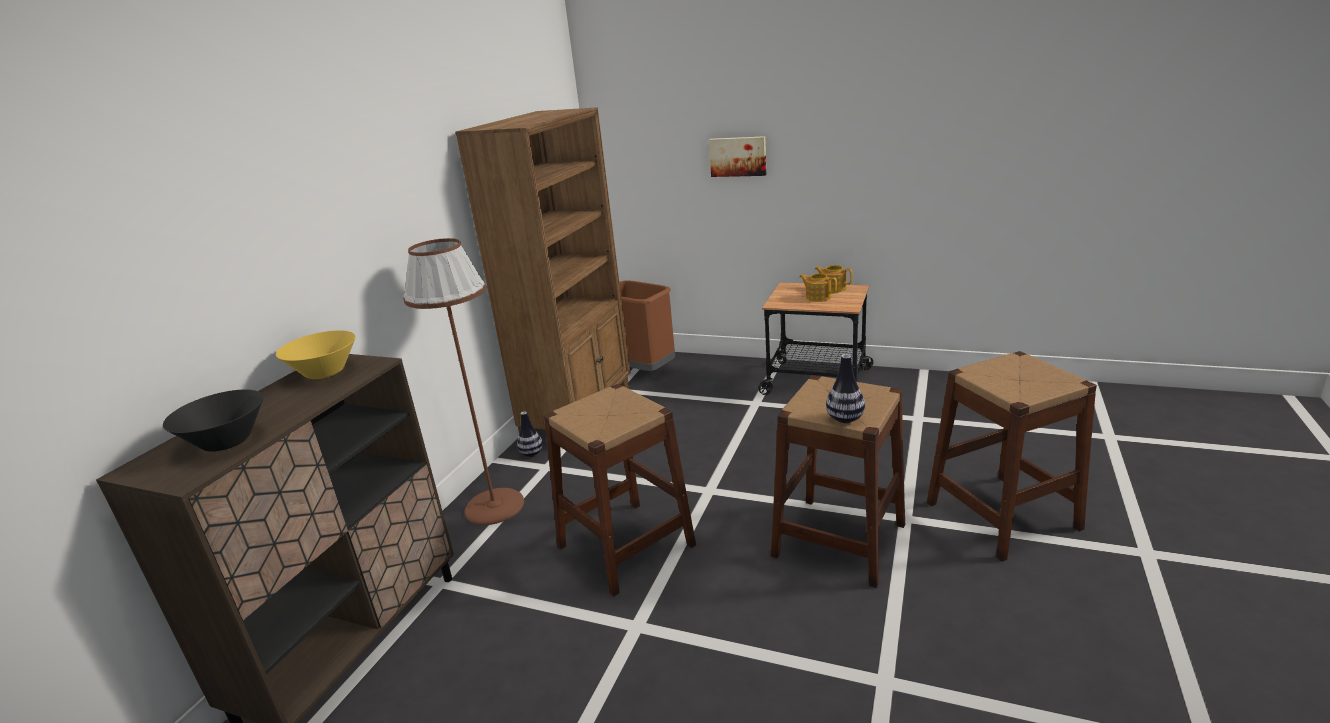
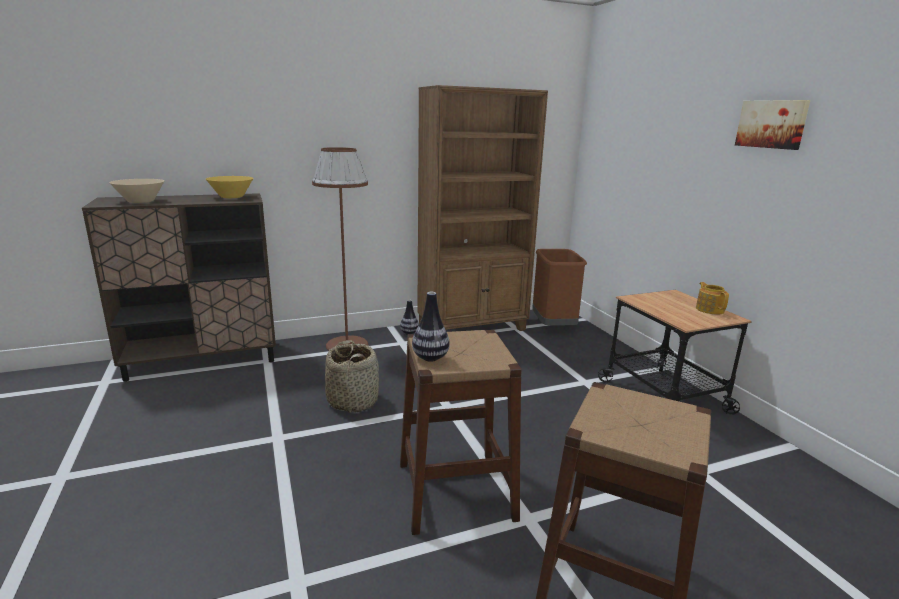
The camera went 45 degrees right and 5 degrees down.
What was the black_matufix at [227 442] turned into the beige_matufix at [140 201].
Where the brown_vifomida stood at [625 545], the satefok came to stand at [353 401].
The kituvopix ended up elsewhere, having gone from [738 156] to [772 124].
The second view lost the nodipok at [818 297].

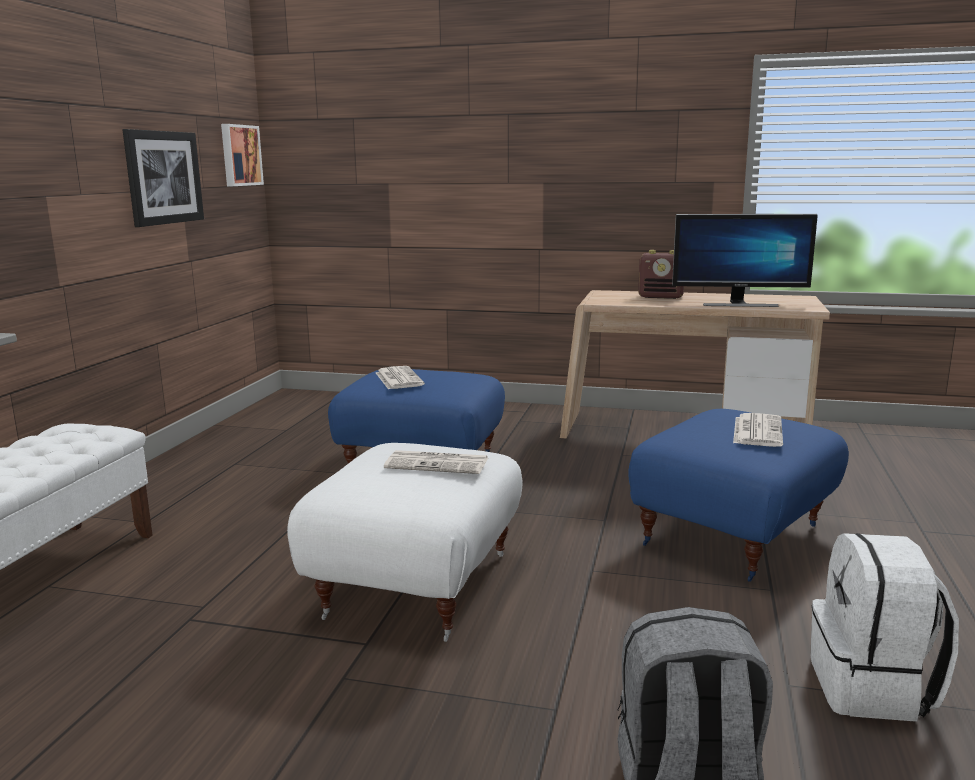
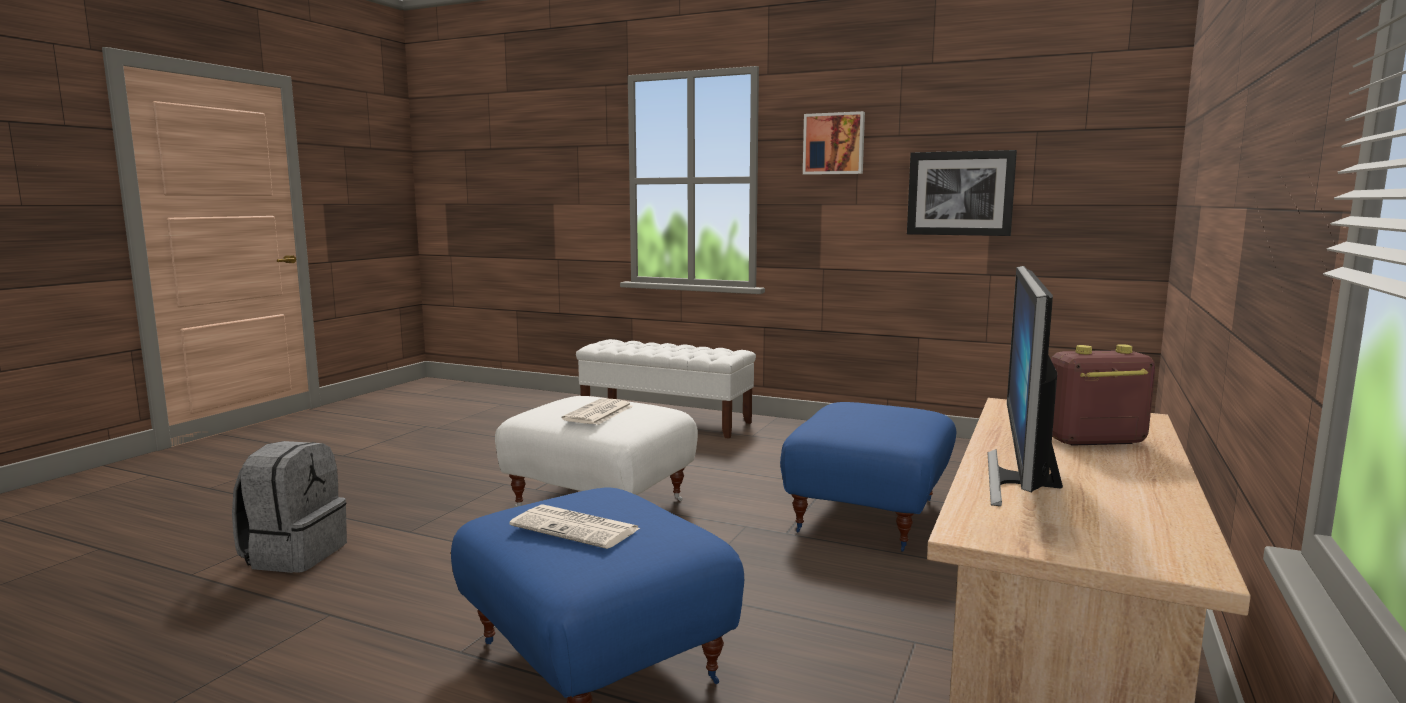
The camera went 100 degrees right and 5 degrees down.
The kituvopix ended up elsewhere, having gone from [240 155] to [834 143].
The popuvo at [661 297] ended up facing another way, 60 degrees clockwise from before.
The second view lost the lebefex at [398 379].
The second view lost the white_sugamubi at [873 688].

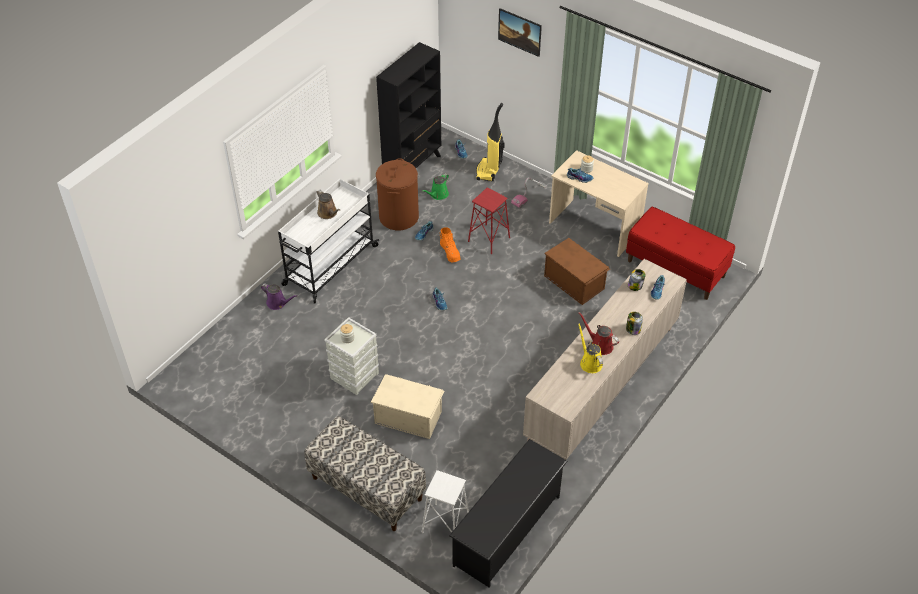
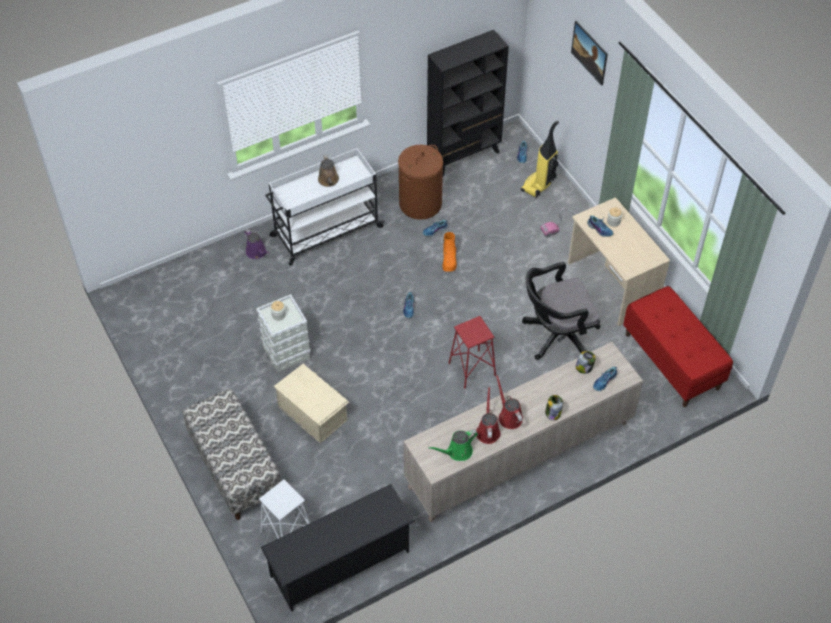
The camera went 25 degrees right and 5 degrees up.
The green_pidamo ended up elsewhere, having gone from [438 195] to [457 452].
The red_vifomida ended up elsewhere, having gone from [489 239] to [472 369].
What was the yellow_pidamo at [590 362] turned into the red_pidamo at [487 430].
Where the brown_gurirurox stood at [574 281], the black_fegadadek came to stand at [556 336].

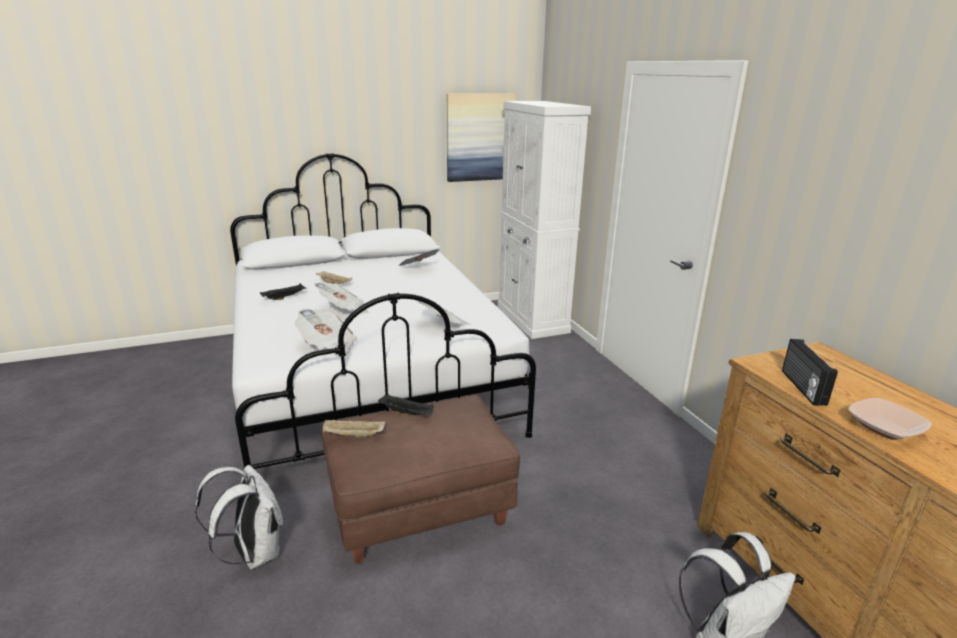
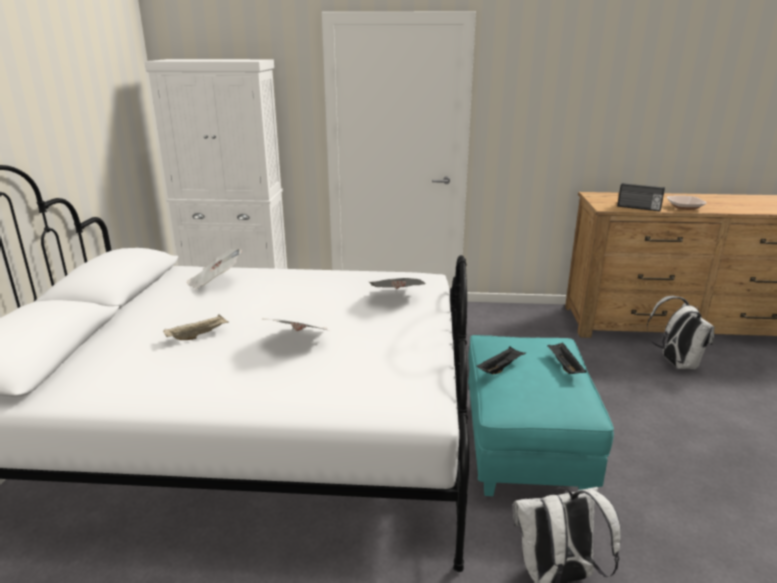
The camera went 65 degrees left and 0 degrees up.
What was the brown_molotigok at [419 510] turned into the turquoise_molotigok at [524 448].
The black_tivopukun ended up elsewhere, having gone from [285 297] to [564 366].
The second view lost the lebefex at [328 346].
The second view lost the beige_tivopukun at [353 436].
The second view lost the kituvopix at [480 137].

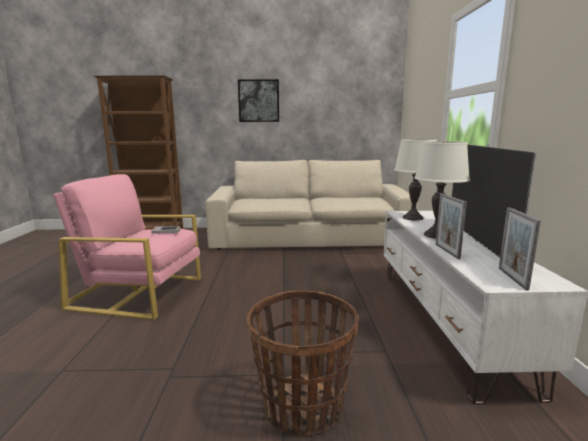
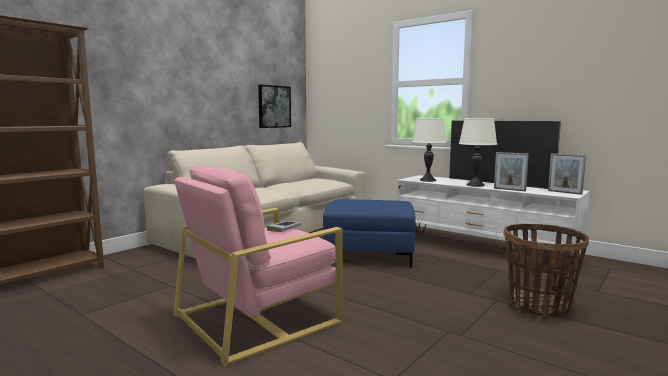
The camera went 50 degrees left and 5 degrees down.
The kituvopix ended up elsewhere, having gone from [259 101] to [274 106].
The second view gained the blue_molotigok at [369 254].

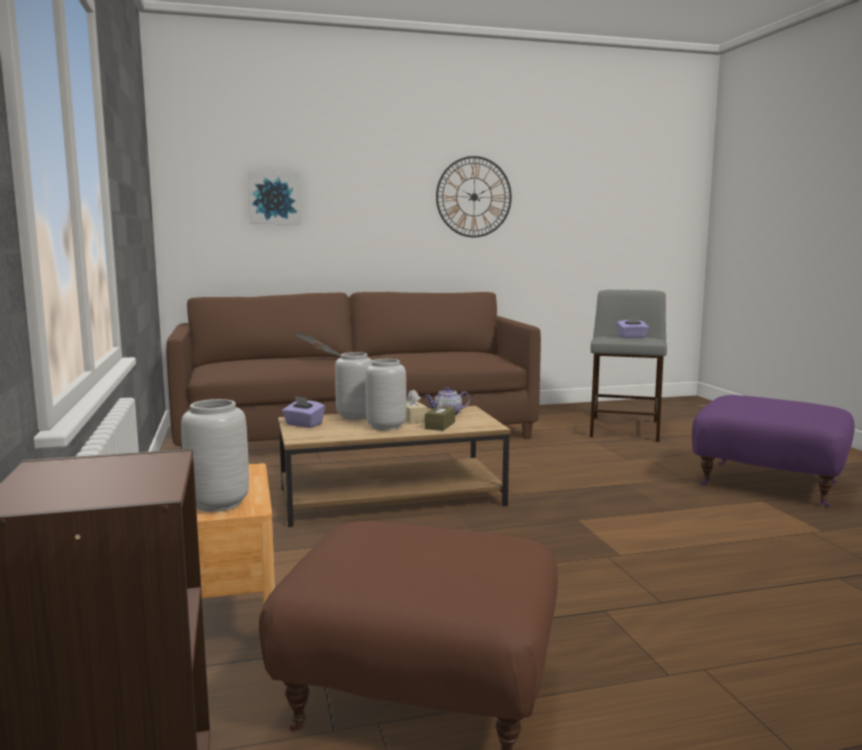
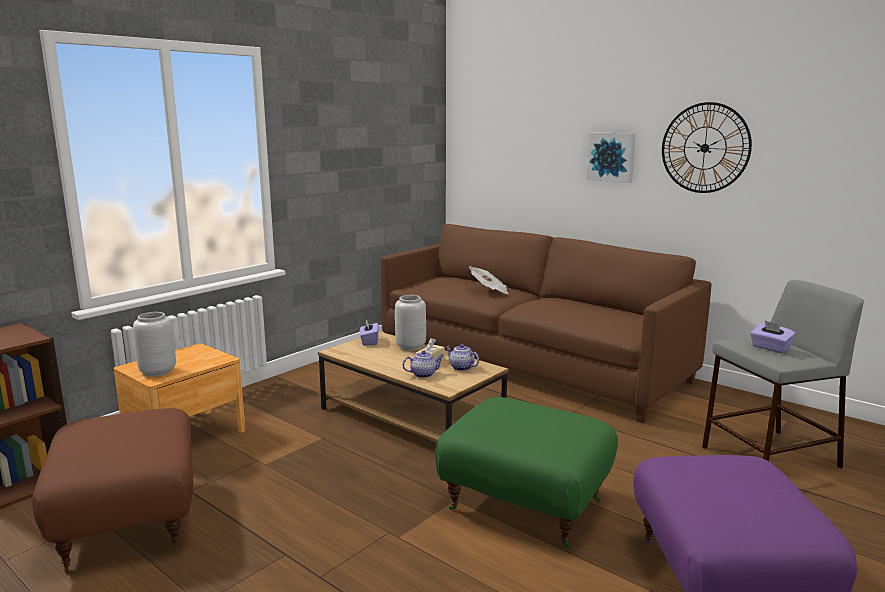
The camera went 55 degrees right and 5 degrees up.
Where the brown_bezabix stood at [440 425], the nodipok came to stand at [424 374].
The second view gained the green_molotigok at [526 504].
The kituvopix ended up elsewhere, having gone from [274 198] to [611 157].
The second view lost the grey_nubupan at [385 427].

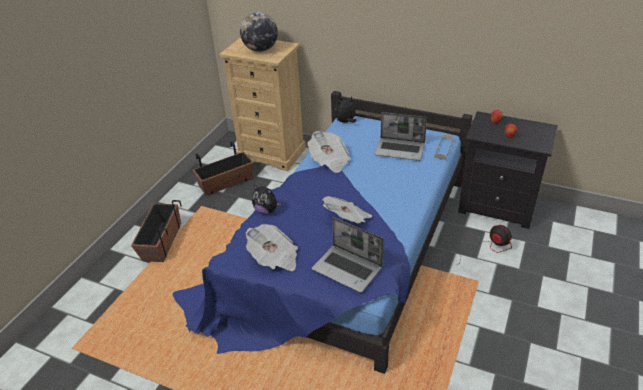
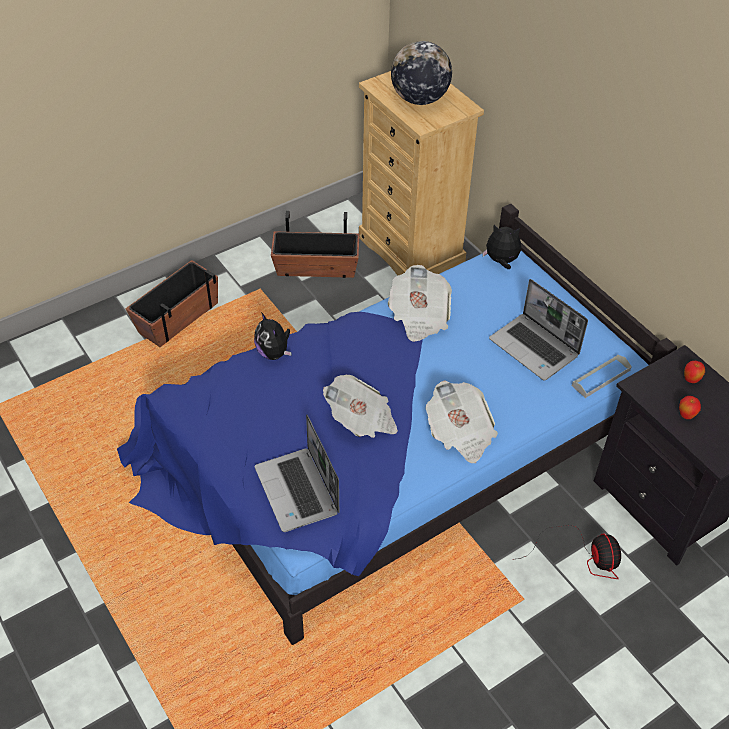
The camera went 30 degrees right and 10 degrees up.
The lebefex ended up elsewhere, having gone from [274 258] to [460 434].

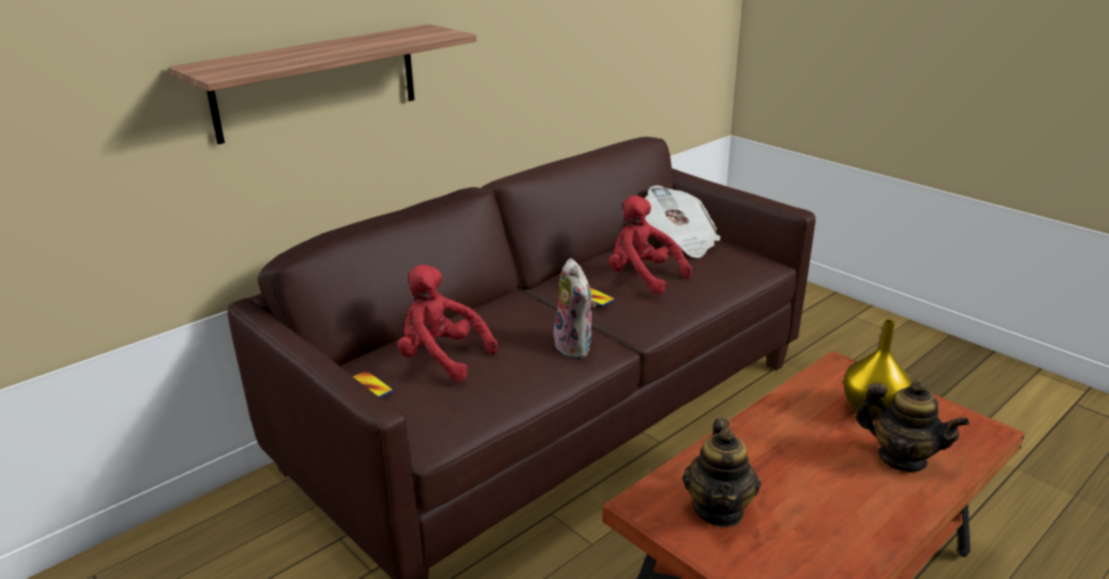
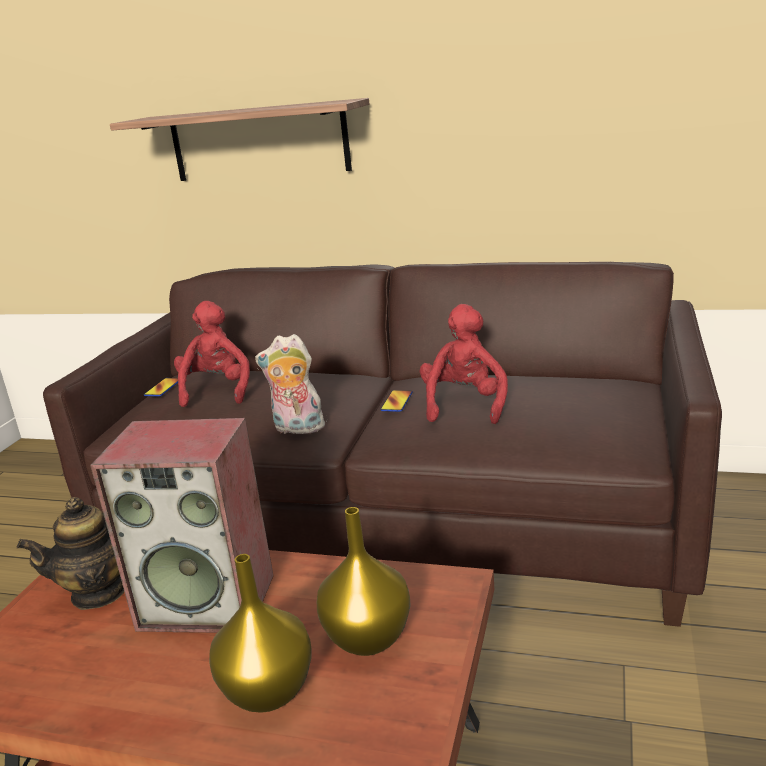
The camera went 60 degrees right and 5 degrees down.
The second view gained the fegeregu at [209 601].
Where the nodipok stood at [902 458], the yellow_nubupan came to stand at [270 690].
The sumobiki at [576 347] ended up facing another way, 60 degrees clockwise from before.
The second view lost the lebefex at [679 241].

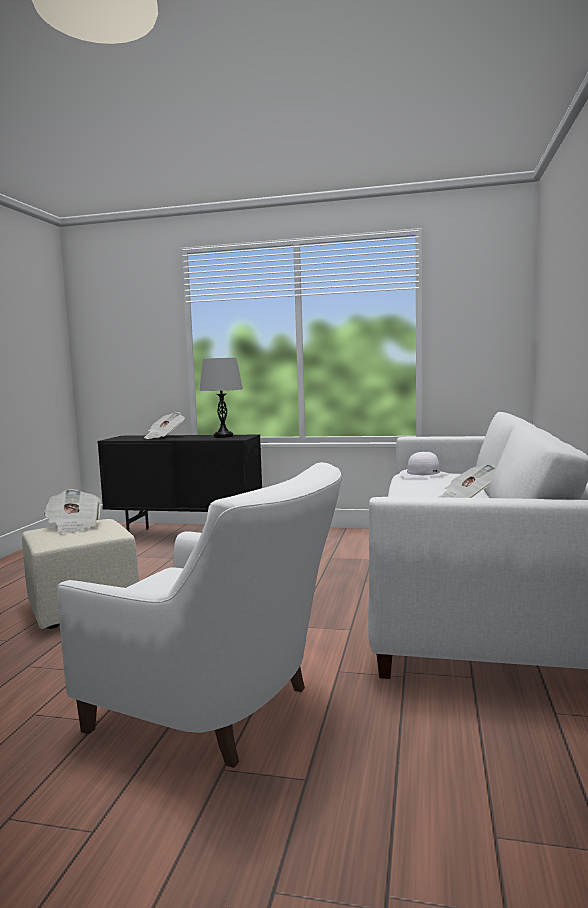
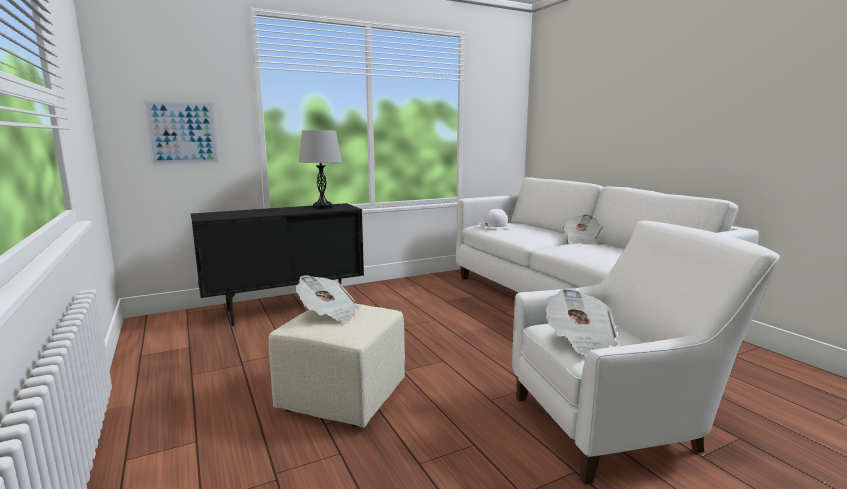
The camera went 40 degrees left and 5 degrees up.
The second view gained the kituvopix at [183 133].
The lebefex ended up elsewhere, having gone from [164 436] to [579 339].

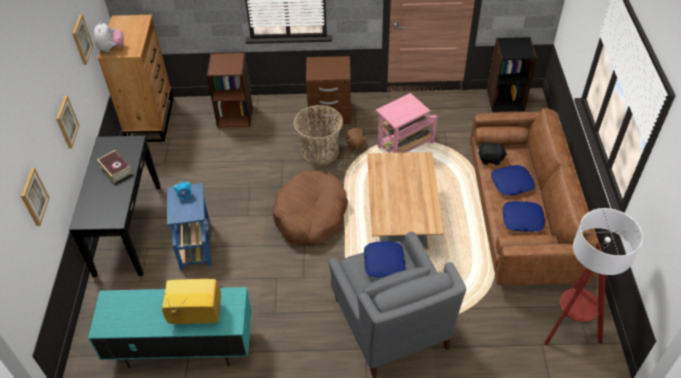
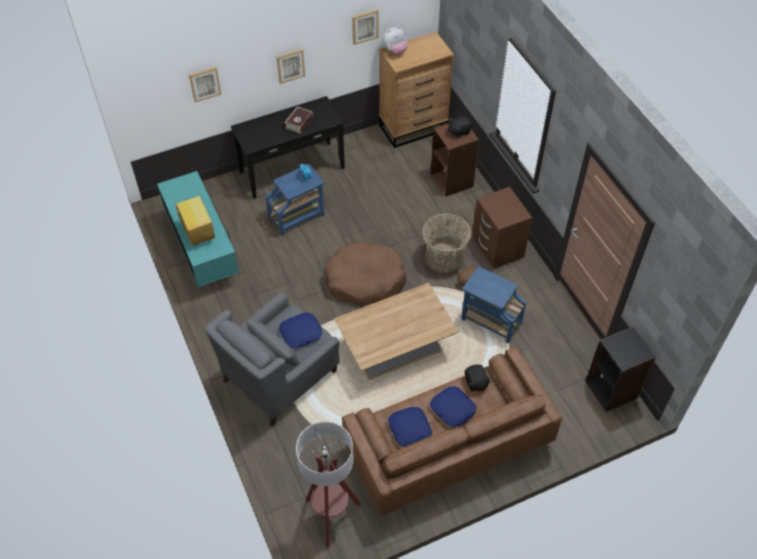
The camera went 65 degrees right and 5 degrees up.
The second view gained the black_sumobiki at [459 131].
What was the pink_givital at [404 145] turned into the blue_givital at [489 320].

